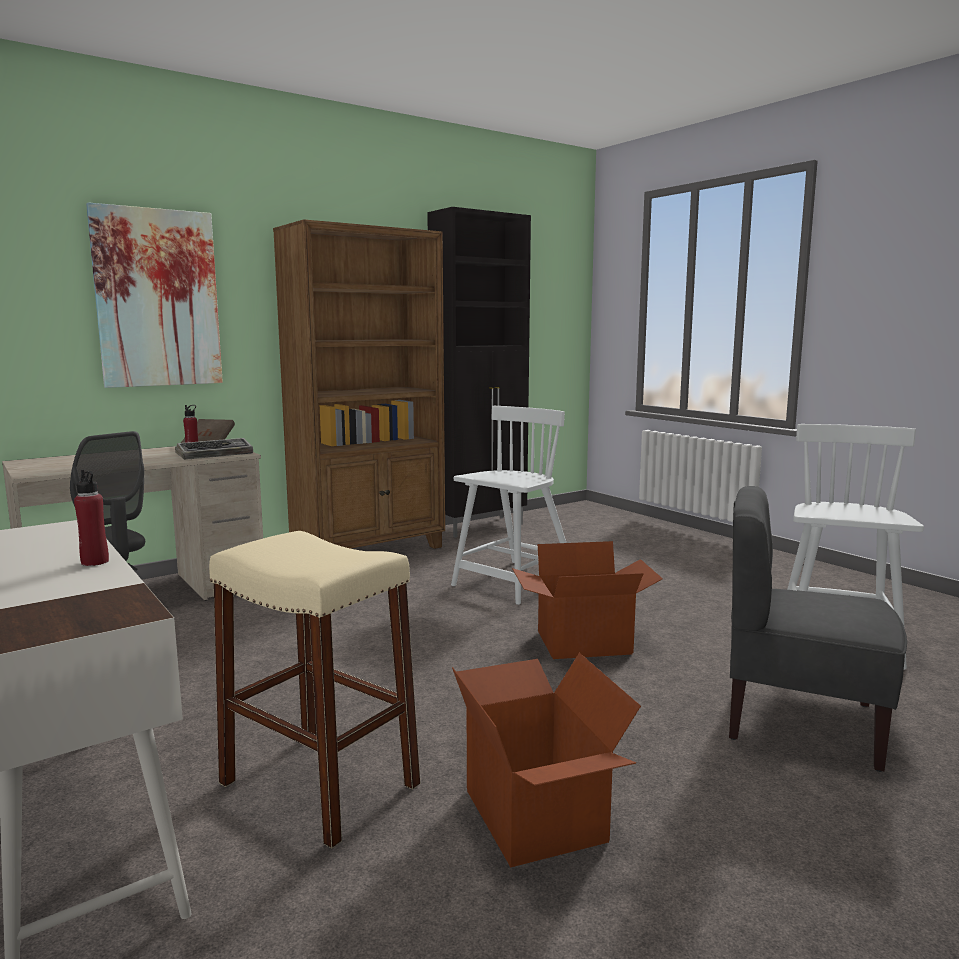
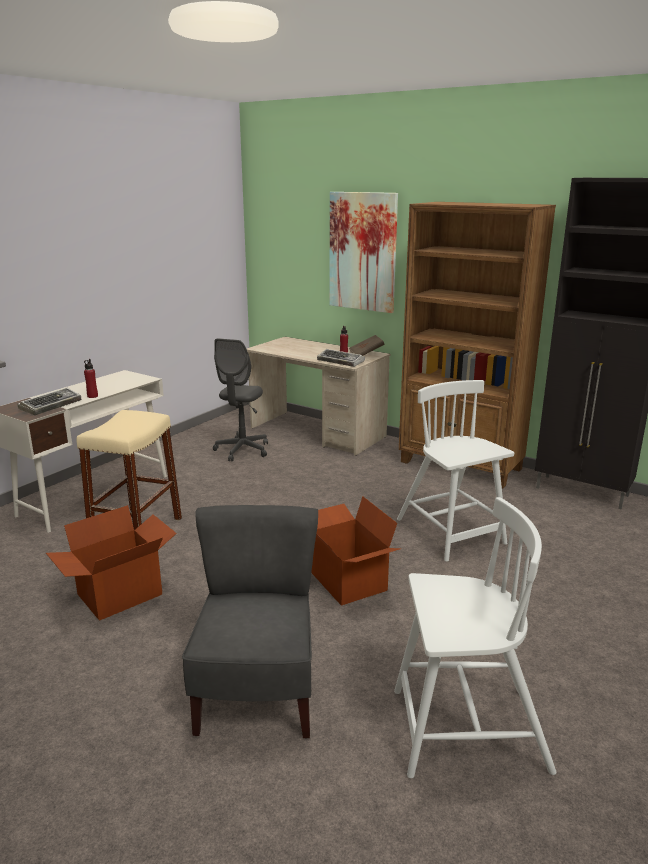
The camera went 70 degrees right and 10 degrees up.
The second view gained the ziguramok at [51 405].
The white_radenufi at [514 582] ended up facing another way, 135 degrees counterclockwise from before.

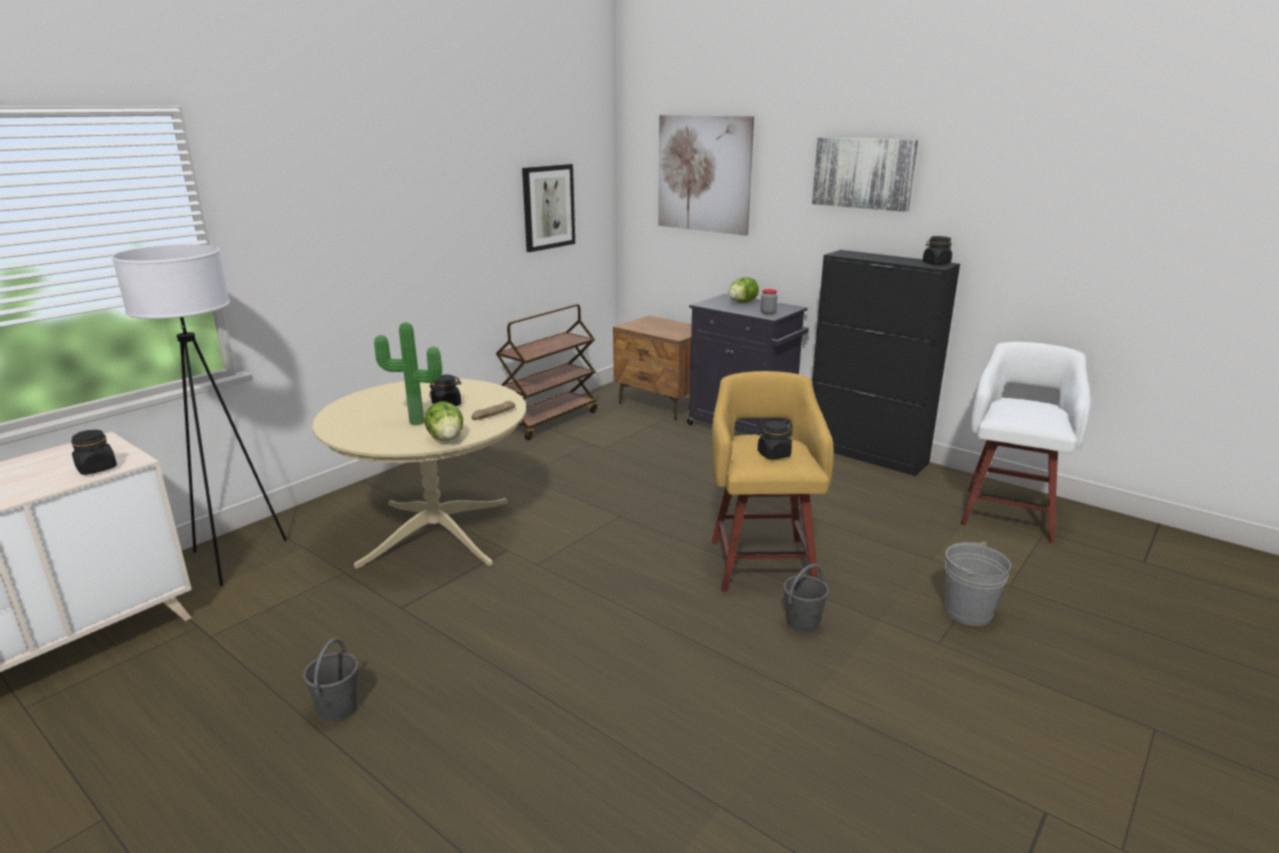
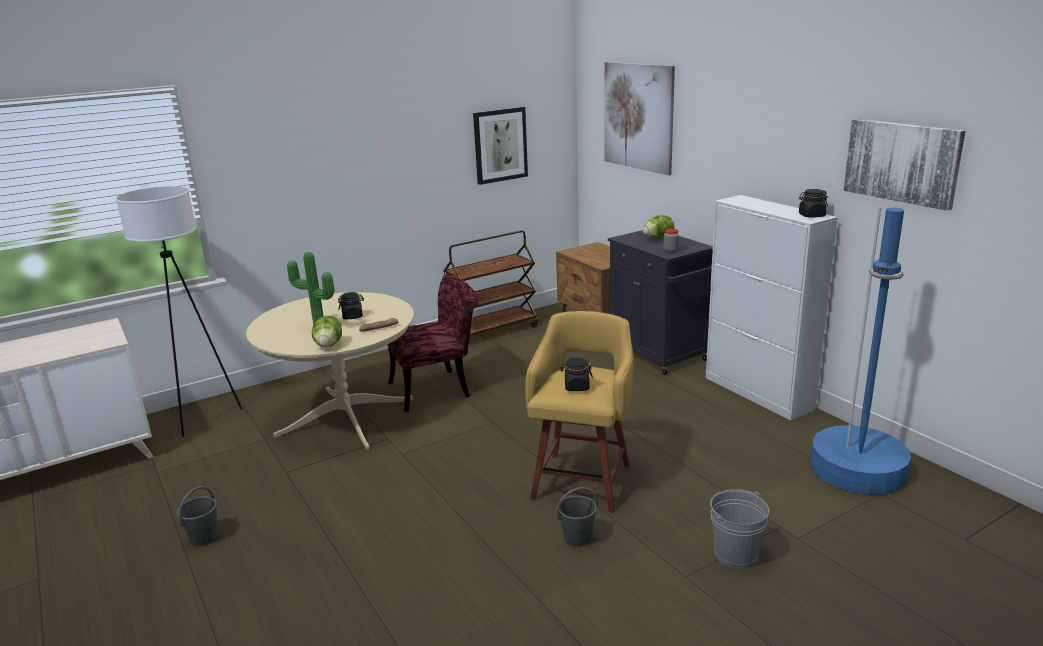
The camera went 20 degrees right and 0 degrees up.
The second view gained the red_radenufi at [438 388].
What was the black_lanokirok at [866 454] turned into the white_lanokirok at [758 393].
Where the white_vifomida stood at [1009 513], the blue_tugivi came to stand at [858 469].
The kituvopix ended up elsewhere, having gone from [863 173] to [902 162].
The second view lost the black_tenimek at [97 468].

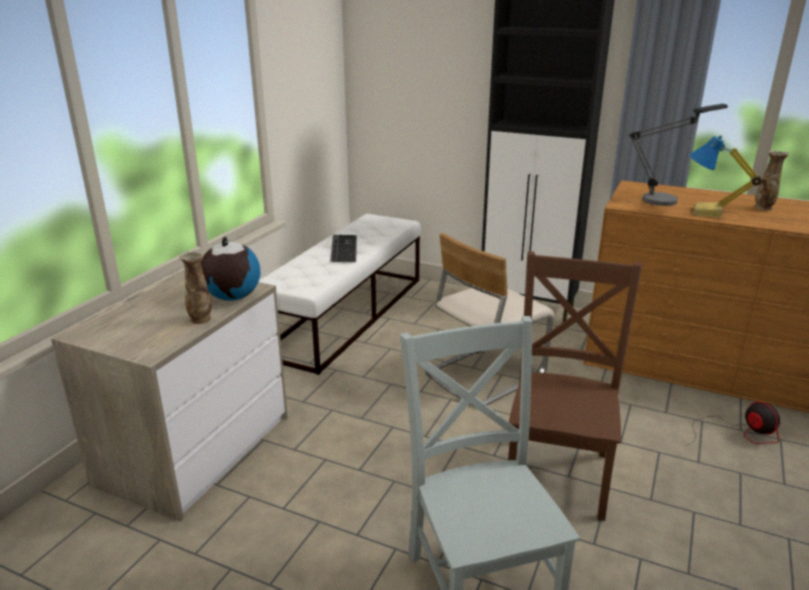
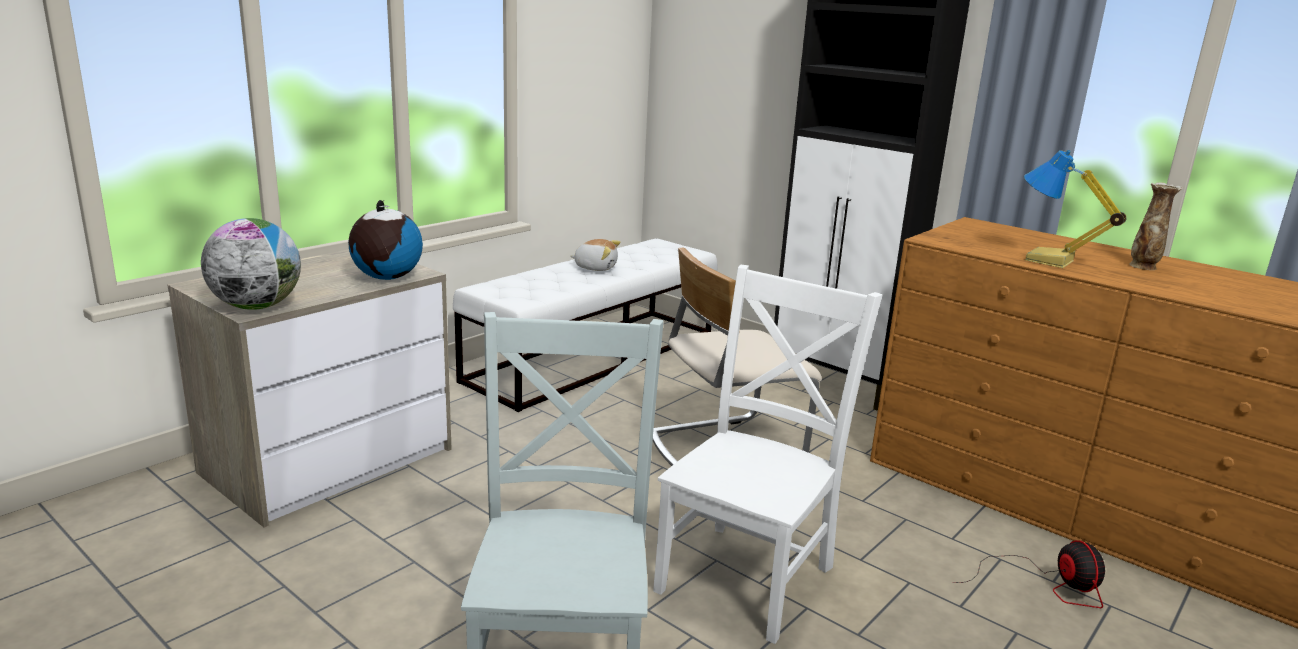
The camera went 15 degrees right and 5 degrees down.
The second view gained the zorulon at [256 306].
Where the ziguramok stood at [342 248], the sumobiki came to stand at [595 267].
What was the brown_radenufi at [558 472] turned into the white_radenufi at [749 575].
The second view lost the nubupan at [200 319].
The second view lost the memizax at [667 199].

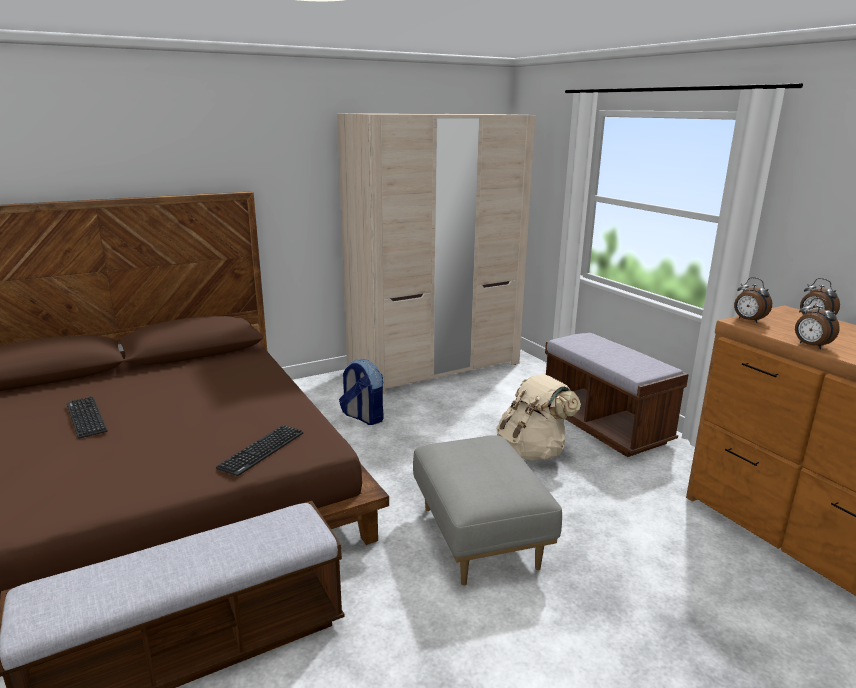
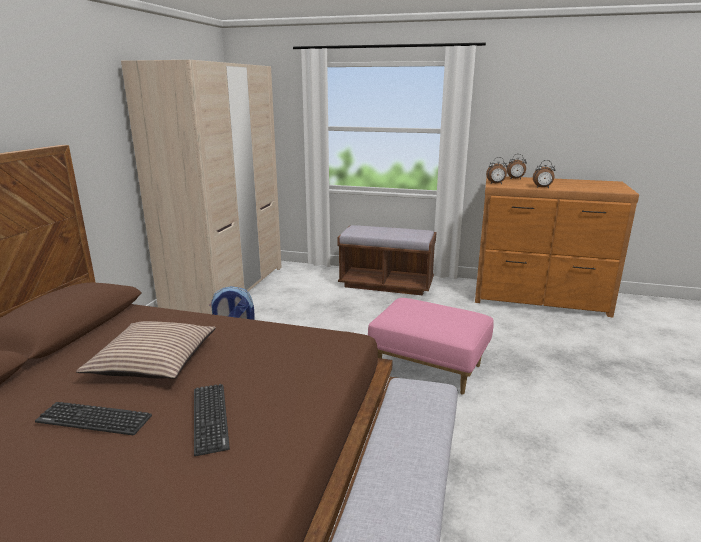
The camera went 45 degrees left and 0 degrees up.
The second view gained the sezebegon at [153 361].
The ziguramok ended up elsewhere, having gone from [262 450] to [210 418].
What was the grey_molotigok at [480 538] turned into the pink_molotigok at [429 367].
The second view lost the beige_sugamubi at [532 451].

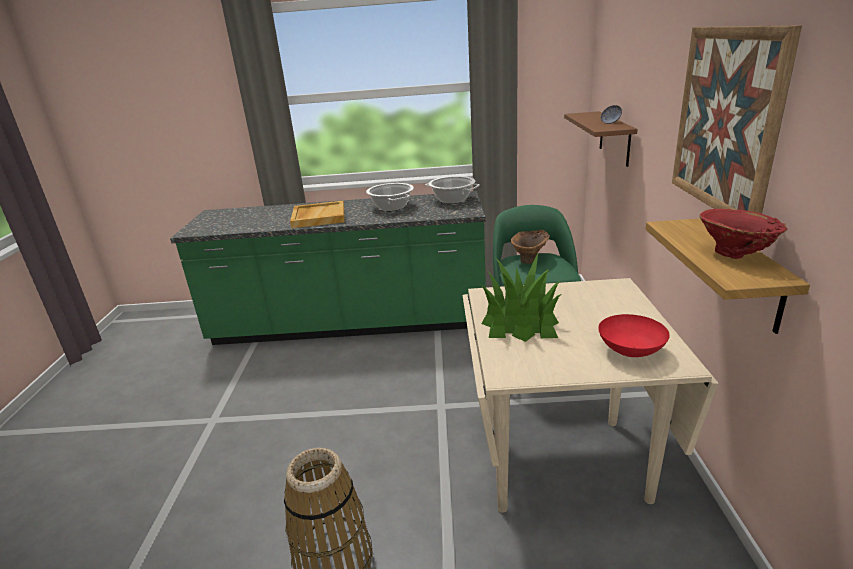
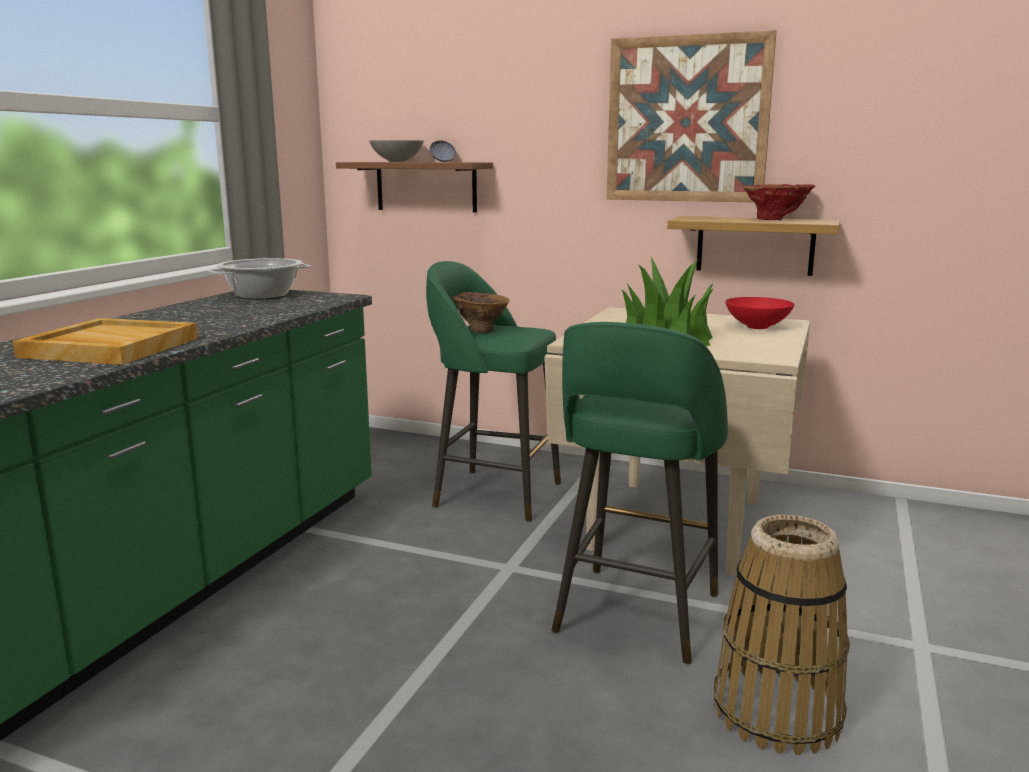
The camera went 70 degrees left and 10 degrees down.
The second view gained the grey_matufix at [396 161].
The second view gained the green_vifomida at [635 615].
The second view lost the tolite at [392 207].

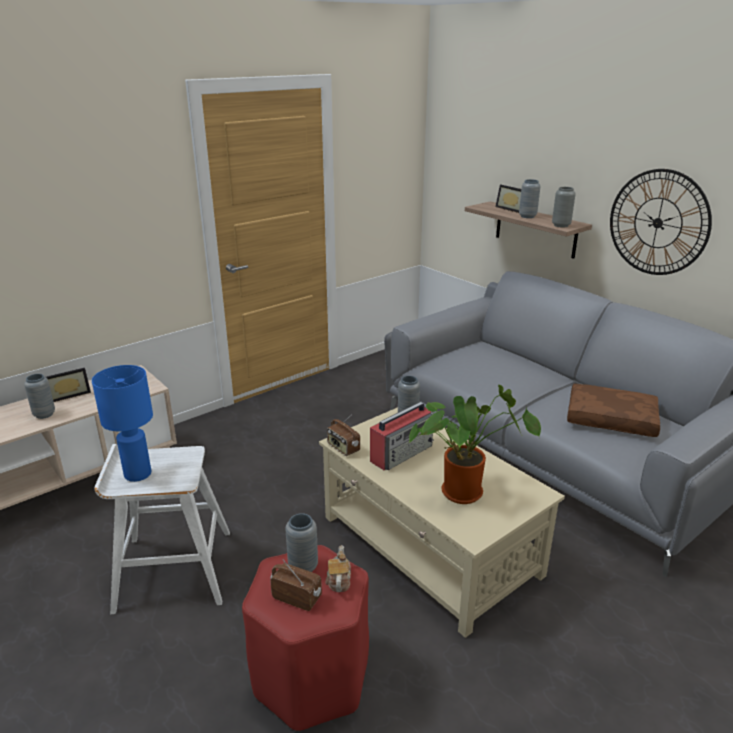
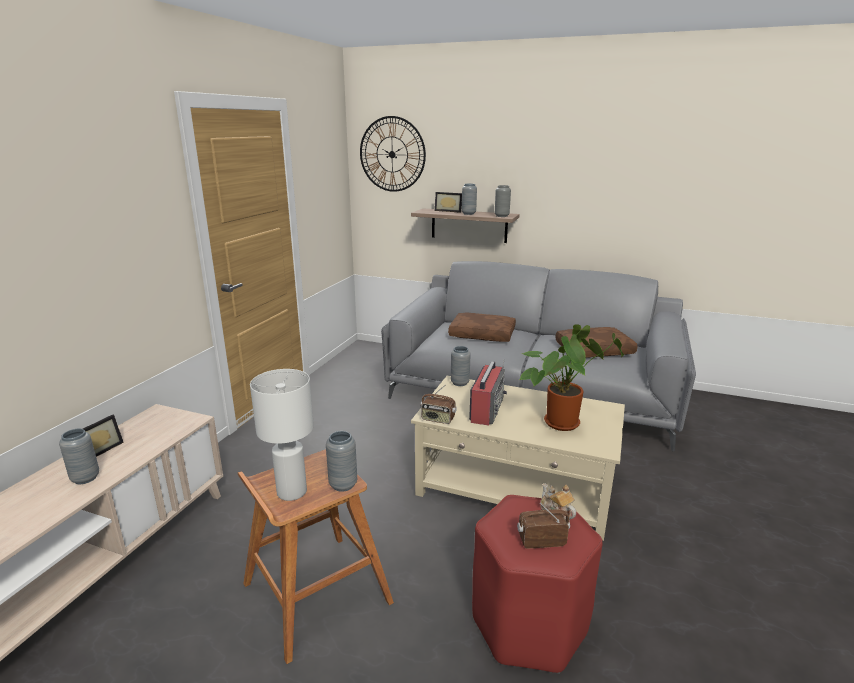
The camera went 30 degrees left and 5 degrees down.
What was the white_vifomida at [172 570] turned into the brown_vifomida at [315 593].
What was the blue_memizax at [137 474] turned into the white_memizax at [292 492].
The grey_nubupan ended up elsewhere, having gone from [303 567] to [343 485].
The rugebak ended up elsewhere, having gone from [658 223] to [392 154].
The second view gained the brown_sezebegon at [483 334].

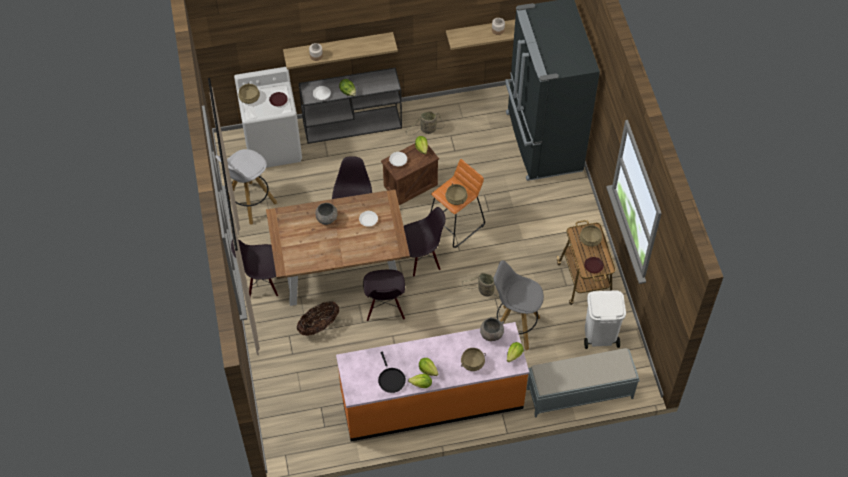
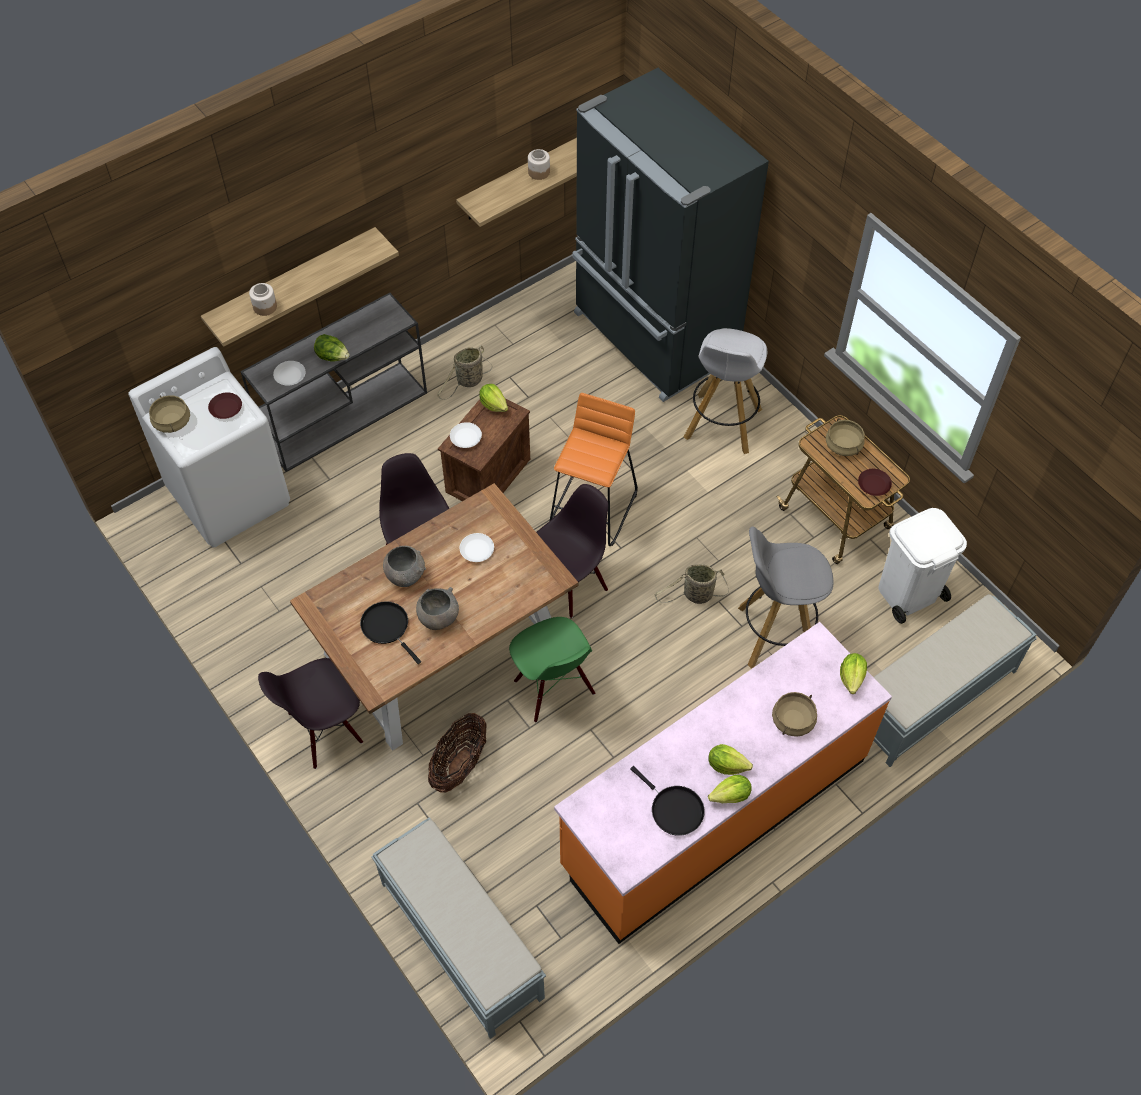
The camera went 25 degrees left and 0 degrees up.
The second view gained the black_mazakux at [387 627].
The second view gained the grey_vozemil at [460 939].
The grey_matufix ended up elsewhere, having gone from [491 334] to [438 618].
What was the black_radenufi at [385 308] turned into the green_radenufi at [553 688].
The white_vifomida ended up elsewhere, having gone from [250 203] to [722 425].
The second view lost the beige_tolite at [456 198].

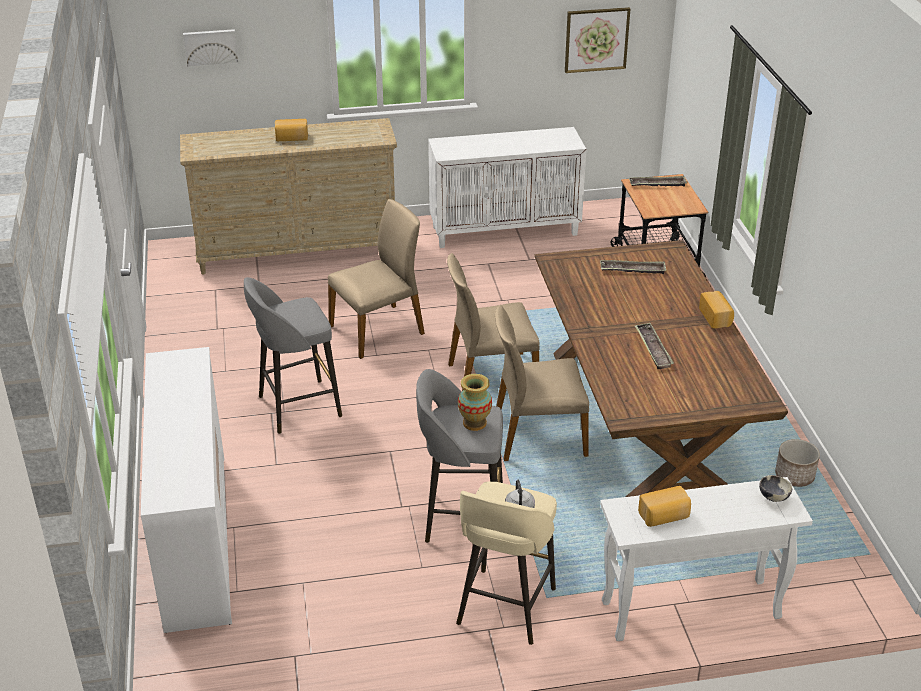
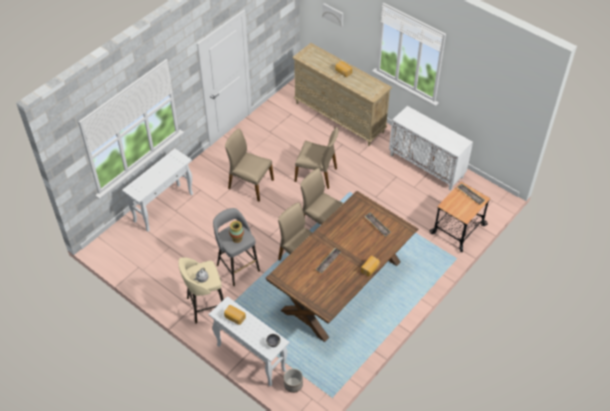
The camera went 50 degrees right and 15 degrees up.
Where the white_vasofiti stood at [196 539], the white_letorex came to stand at [164 207].
Where the grey_vifomida stood at [297 407], the beige_radenufi came to stand at [250 184].
The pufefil ended up elsewhere, having gone from [794 476] to [293 384].
The second view lost the kituvopix at [596 39].

